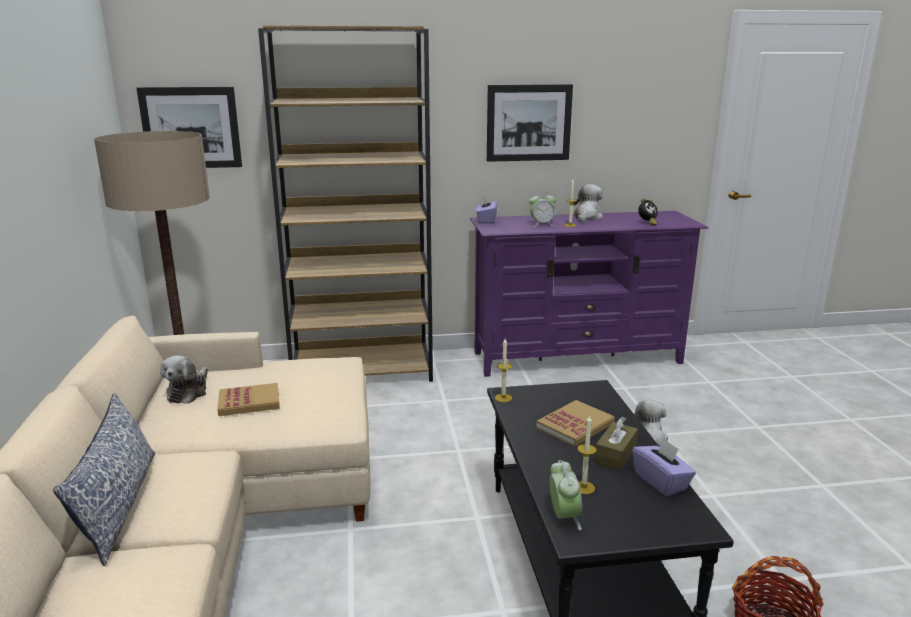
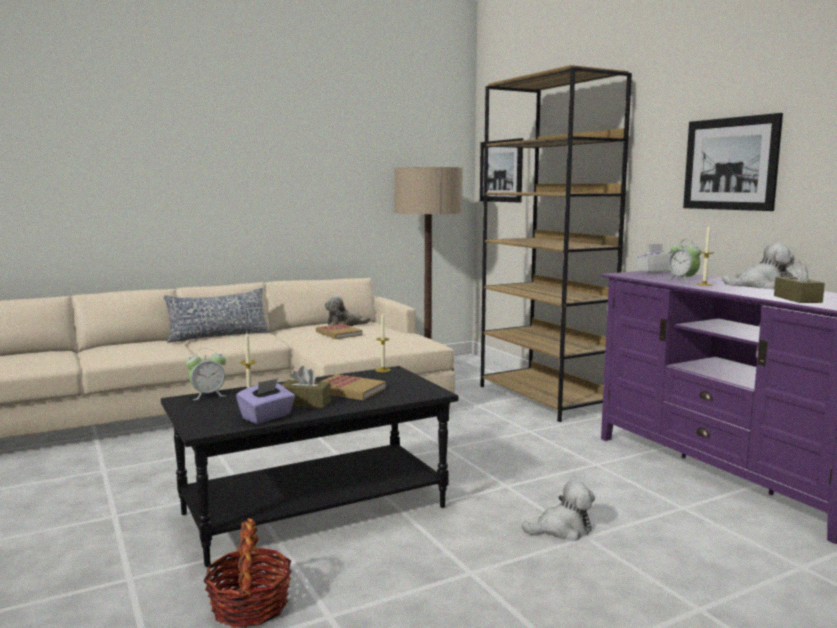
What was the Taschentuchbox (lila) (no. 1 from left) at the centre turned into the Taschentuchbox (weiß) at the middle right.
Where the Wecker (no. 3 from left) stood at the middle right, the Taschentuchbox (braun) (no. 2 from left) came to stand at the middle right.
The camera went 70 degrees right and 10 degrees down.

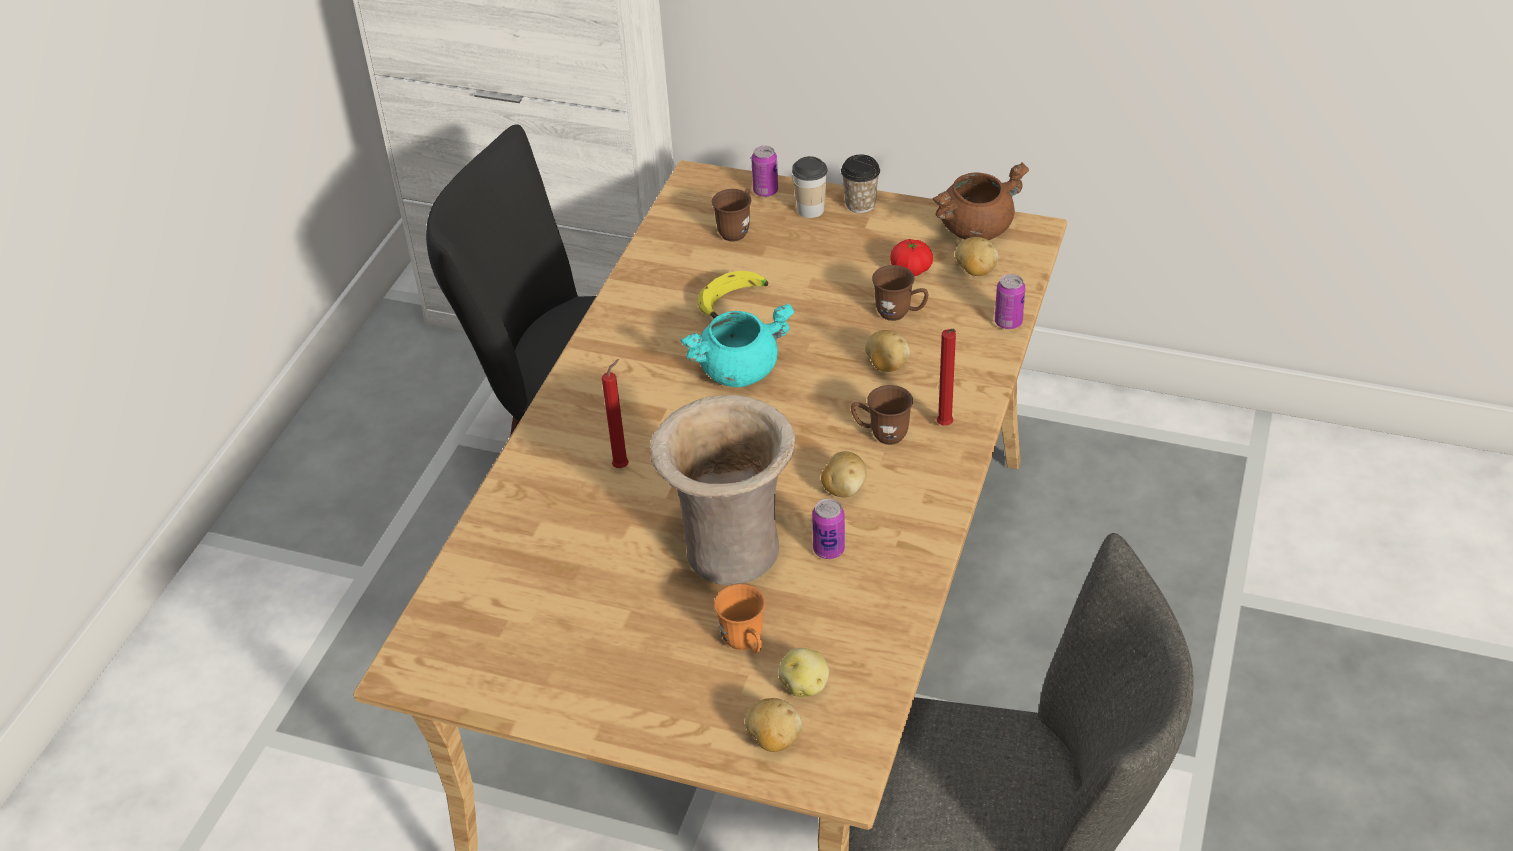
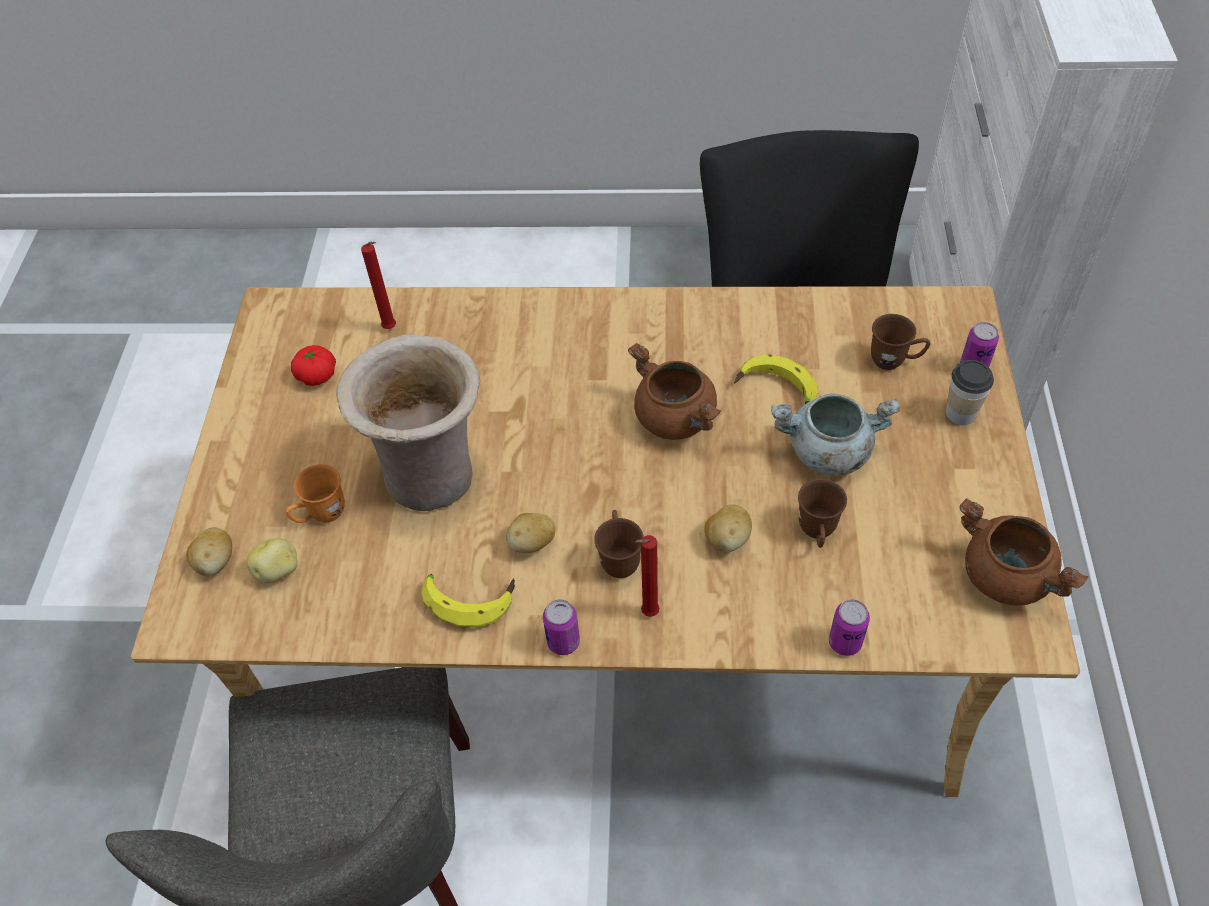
The Tomate ended up elsewhere, having gone from the top centre to the middle left.
The Kerze (rot) (no. 1 from left) ended up elsewhere, having gone from the centre to the top left.
The second view gained the Banane (no. 1 from left) at the centre.
The Dose (no. 2 from left in the first image) ended up elsewhere, having gone from the centre to the bottom centre.
What was the Kochtopf (türkis) at the centre turned into the Kochtopf (braun) (no. 1 from left) at the centre.
The second view gained the Kochtopf (grau) at the middle right.
The second view lost the Tasse (no. 2 from left) at the top centre.
The second view lost the Kartoffel (no. 5 from left) at the top centre.
The camera went 75 degrees right and 10 degrees up.

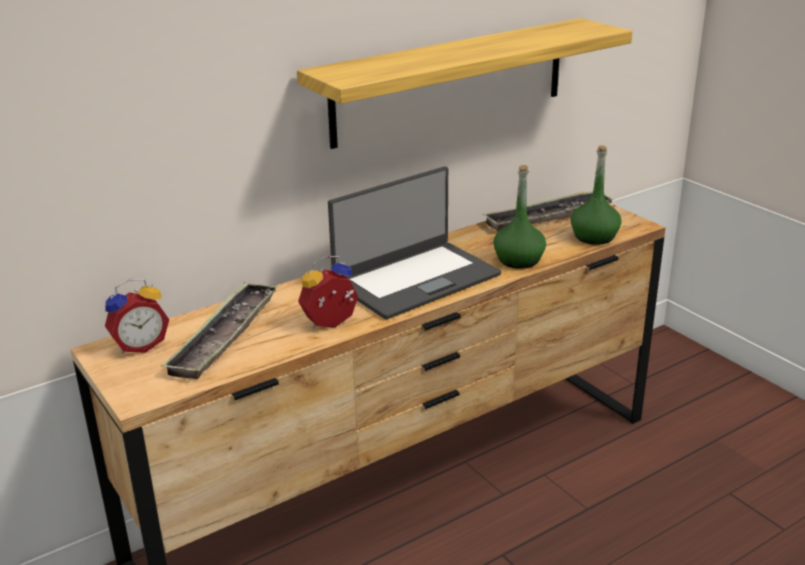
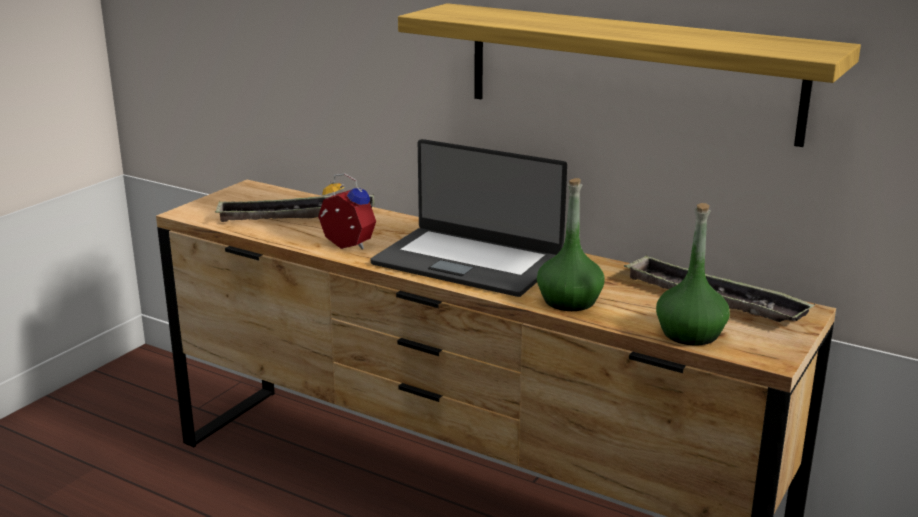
The second view lost the Wecker (no. 1 from left) at the middle left.
The camera went 65 degrees right and 5 degrees down.

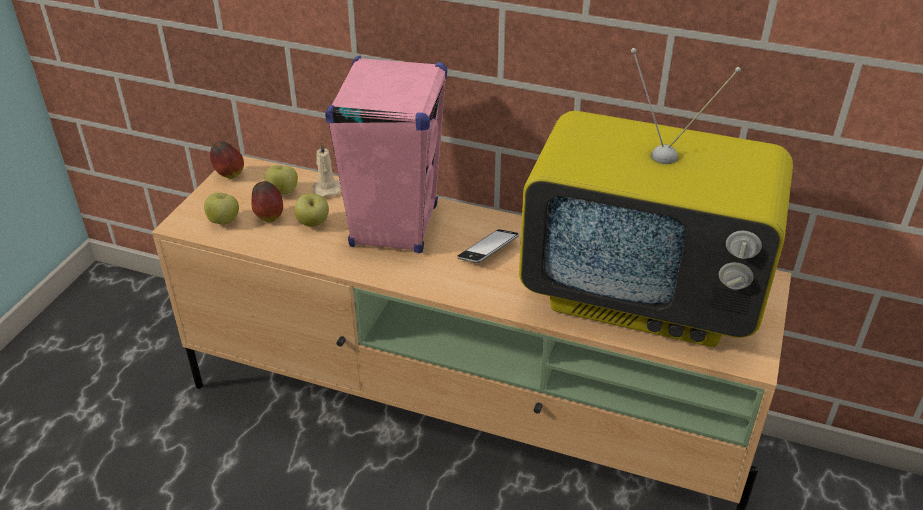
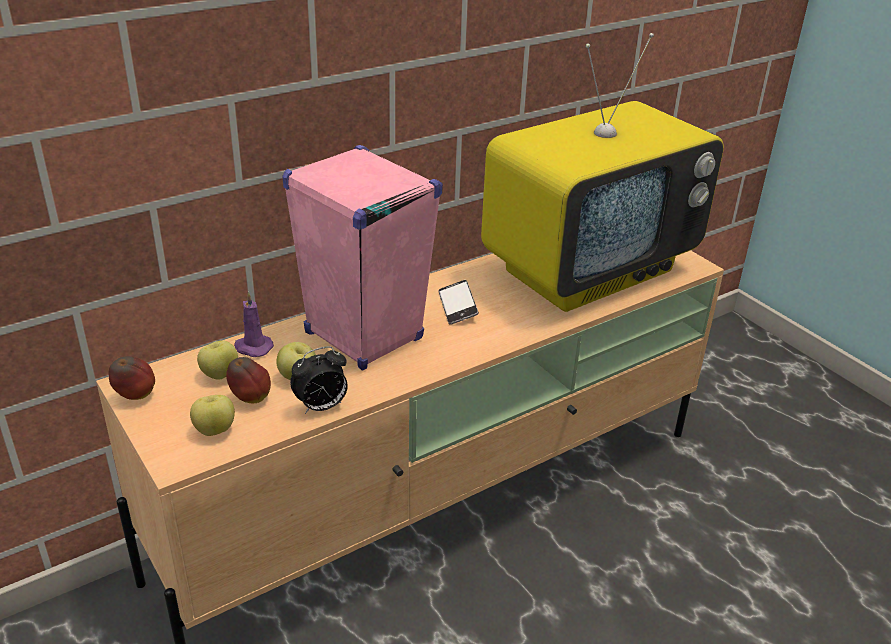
What was the Kerze (beige) at the top centre turned into the Kerze (lila) at the middle left.
The second view gained the Wecker at the centre.
The camera went 55 degrees left and 5 degrees down.

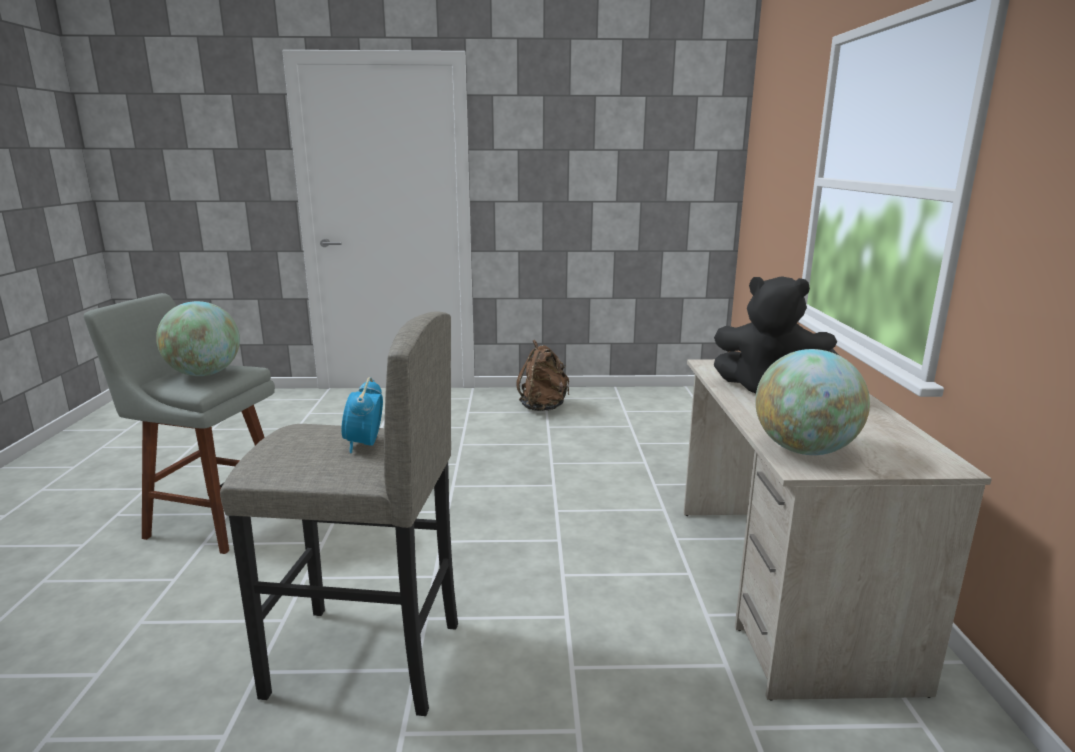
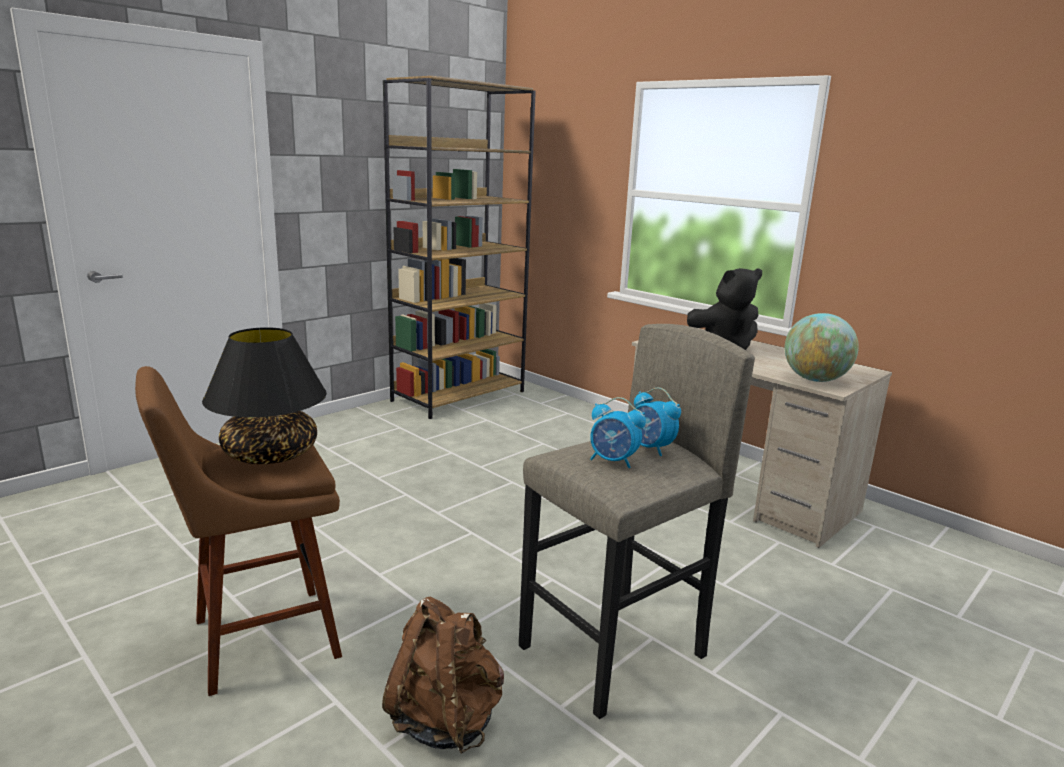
What was the Hocker (grau) (no. 1 from left) at the middle left turned into the Hocker (braun) at the bottom left.
Where the Globus (no. 1 from left) stood at the middle left, the Tischlampe (schwarz) came to stand at the middle left.
The Rucksack (braun) ended up elsewhere, having gone from the centre to the bottom centre.
The second view gained the Bücherregal (braun) at the top centre.
The second view gained the Wecker (no. 1 from left) at the centre.
The camera went 45 degrees left and 0 degrees up.

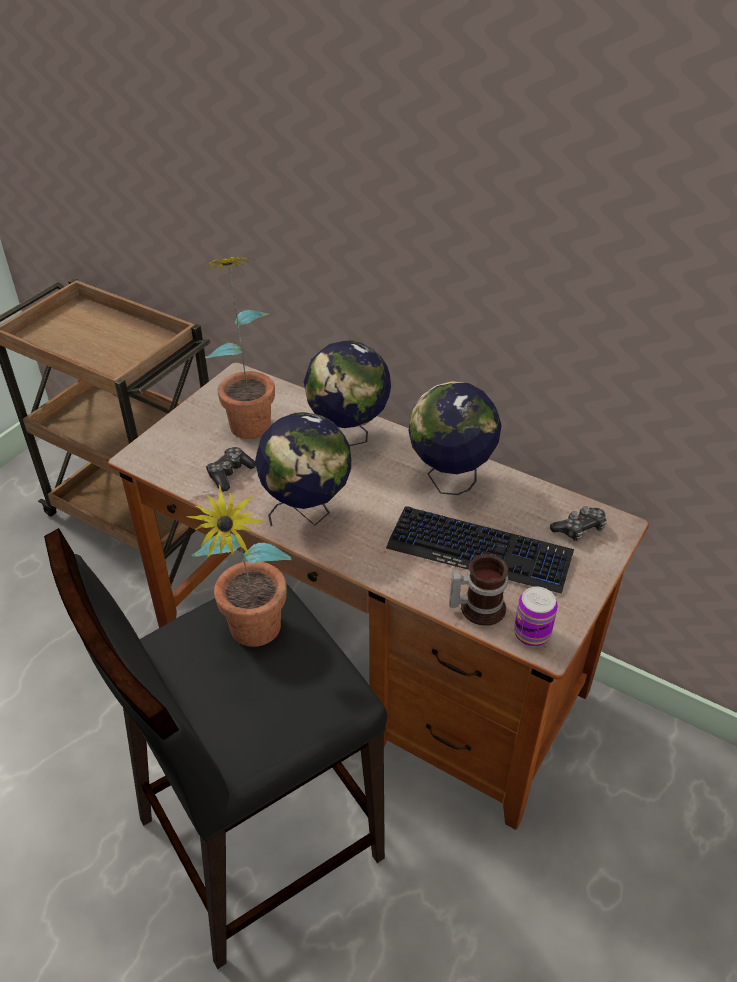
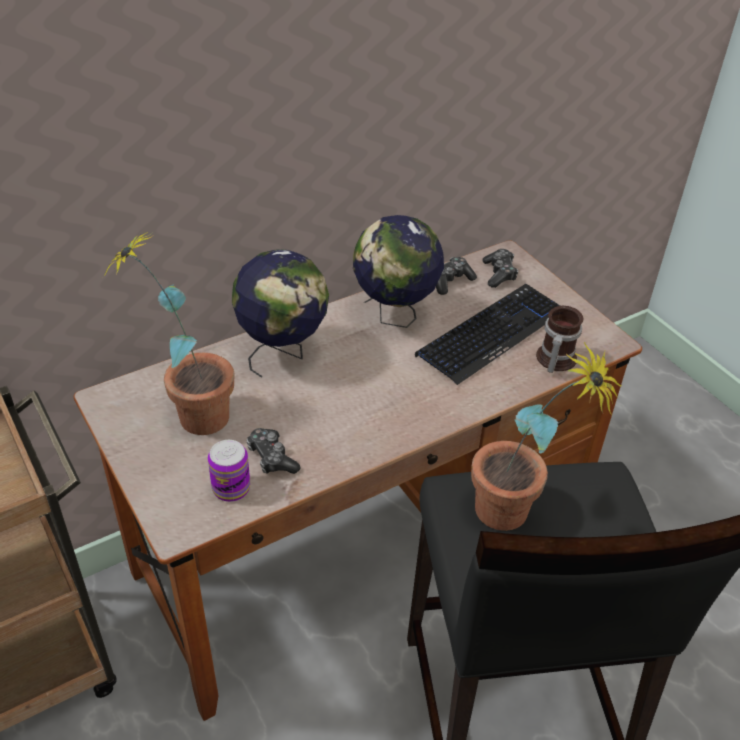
The Dose ended up elsewhere, having gone from the middle right to the middle left.
The second view gained the Gamepad (no. 2 from left) at the centre.
The second view lost the Globus (no. 1 from left) at the centre.
The camera went 65 degrees left and 0 degrees up.

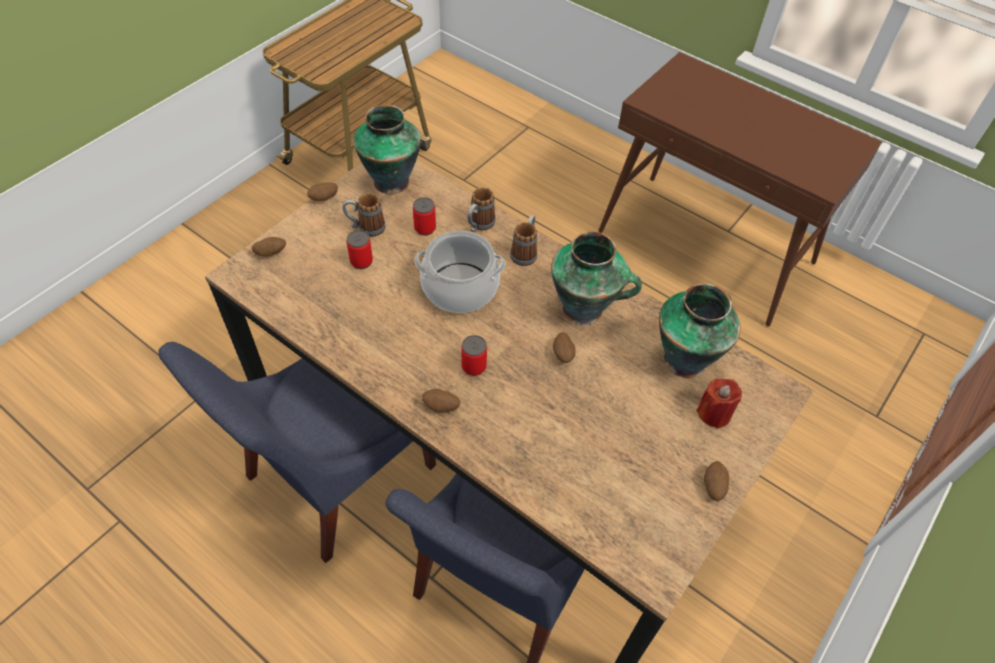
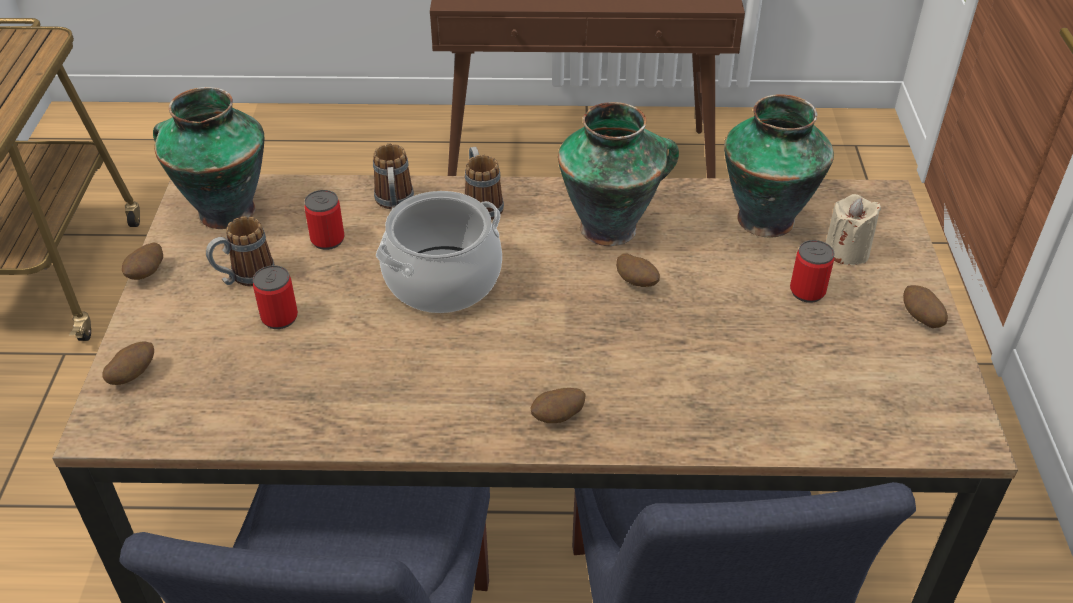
The Dose (no. 3 from left) ended up elsewhere, having gone from the centre to the middle right.
What was the Kerze (rot) at the middle right turned into the Kerze (beige) at the middle right.
The camera went 35 degrees left and 10 degrees down.

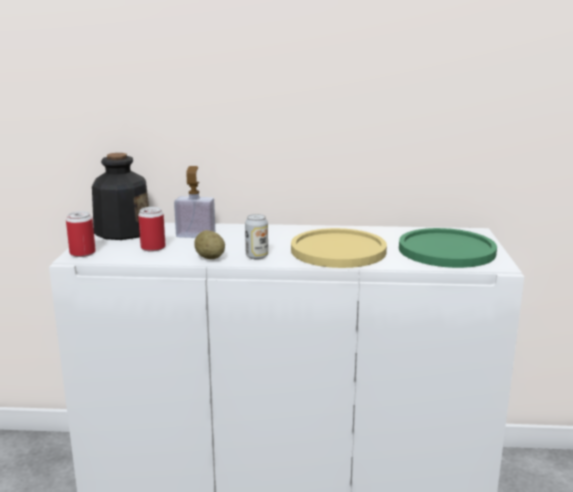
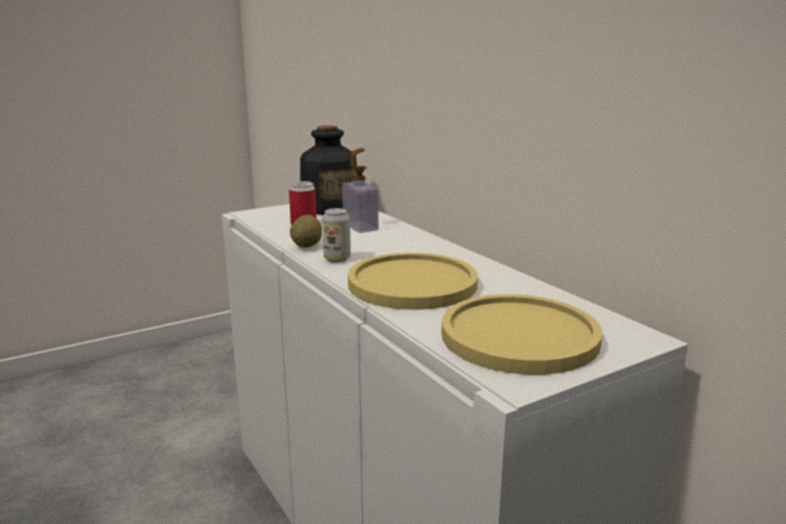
What was the Teller (grün) at the middle right turned into the Teller (gelb) (no. 2 from left) at the centre.
The second view lost the Dose (no. 1 from left) at the middle left.
The camera went 55 degrees right and 0 degrees up.

